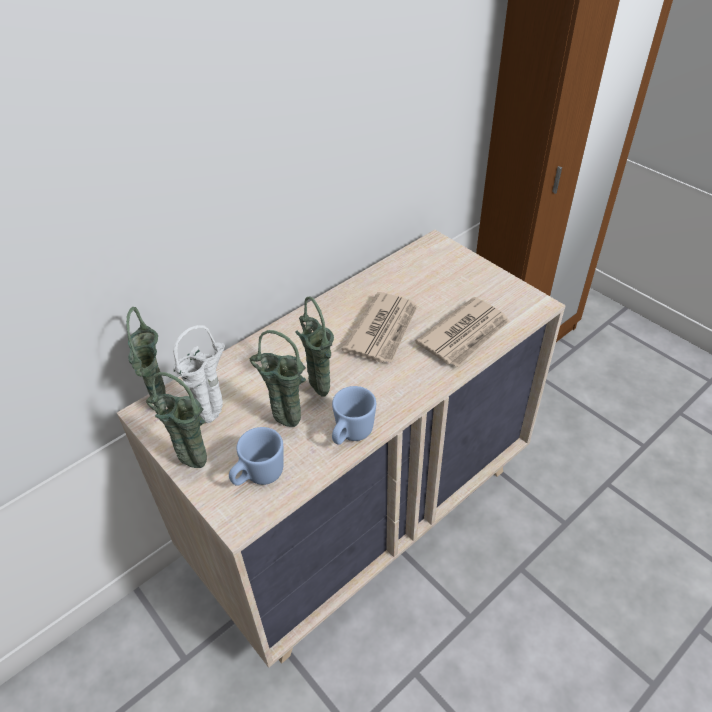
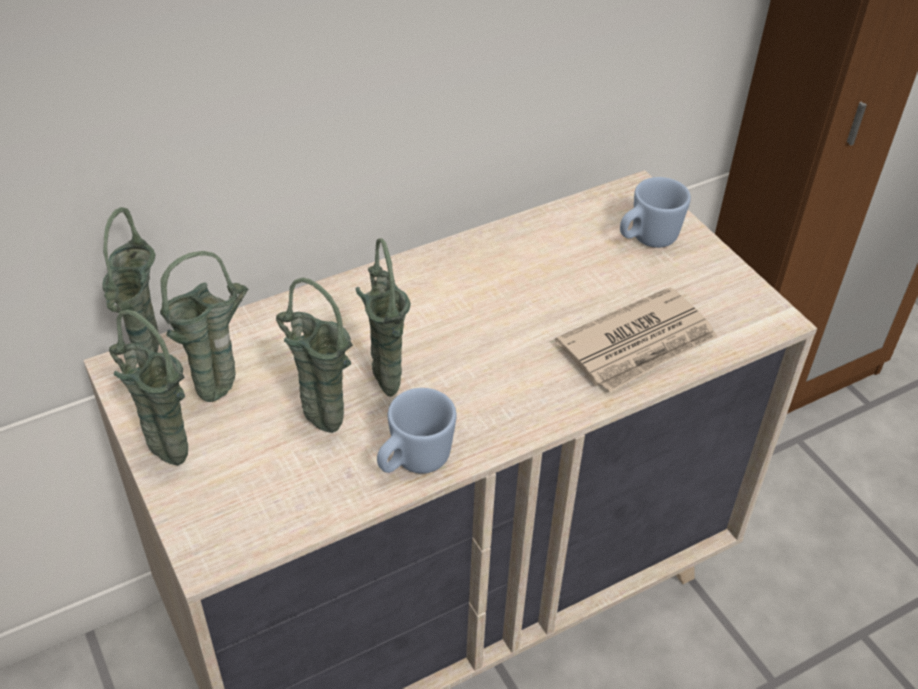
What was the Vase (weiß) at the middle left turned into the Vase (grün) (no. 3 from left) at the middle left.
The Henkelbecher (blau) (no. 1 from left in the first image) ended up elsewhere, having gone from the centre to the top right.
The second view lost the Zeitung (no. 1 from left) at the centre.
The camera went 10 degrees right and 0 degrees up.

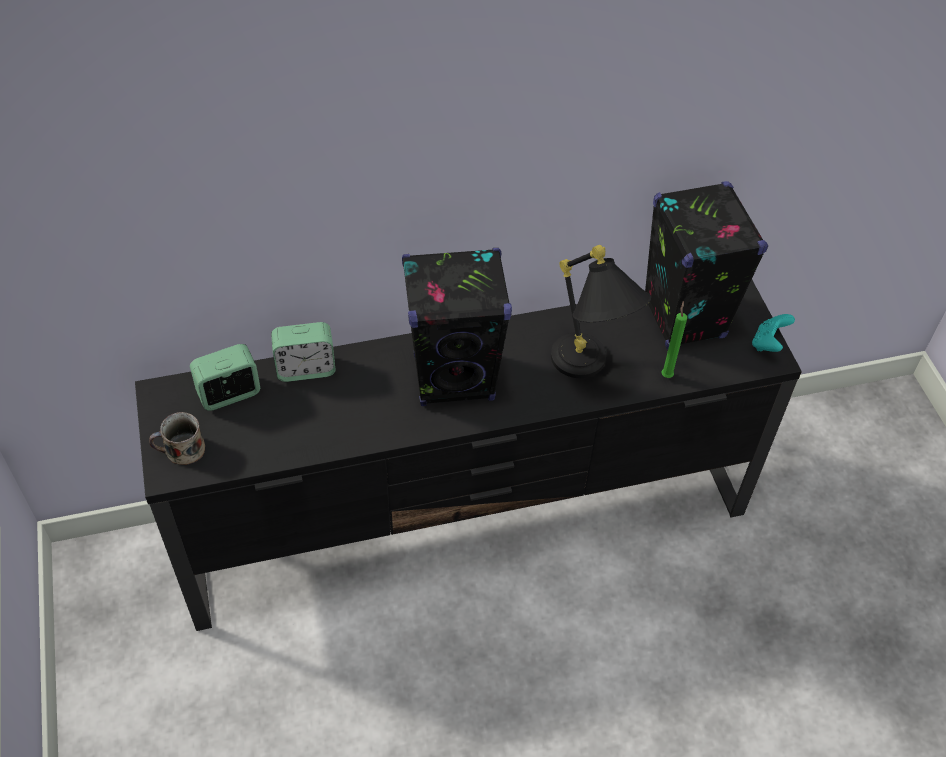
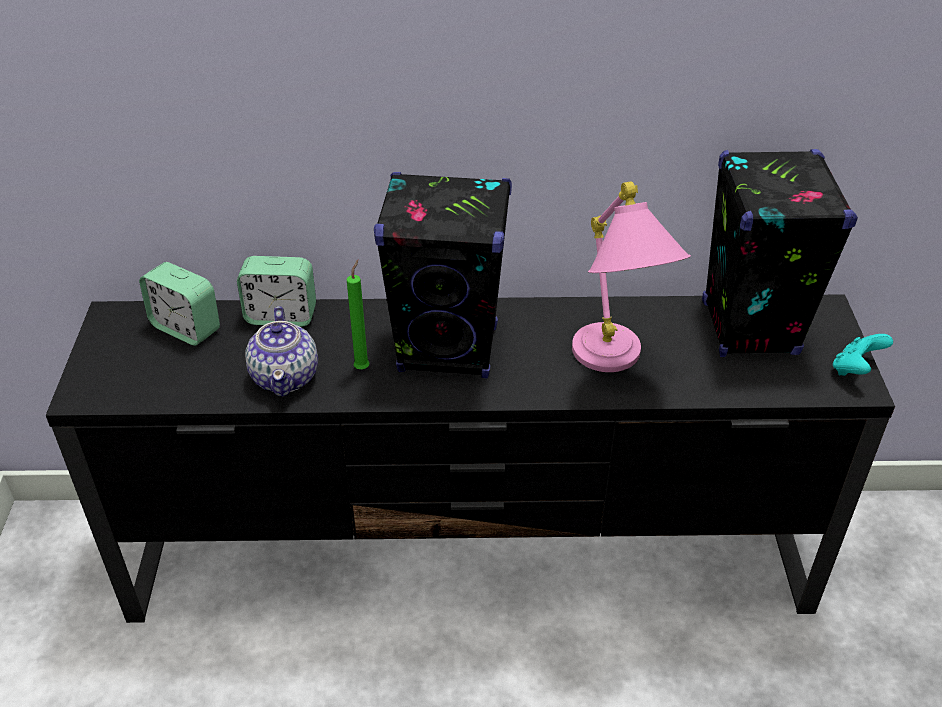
The Wecker (no. 1 from left) at the middle left ended up facing another way, 135 degrees counterclockwise from before.
The second view gained the Teekanne at the middle left.
The Kerze (grün) ended up elsewhere, having gone from the middle right to the centre.
What was the Tischlampe (schwarz) at the centre turned into the Tischlampe (rosa) at the middle right.
The second view lost the Henkelbecher at the middle left.
The camera went 15 degrees right and 10 degrees down.

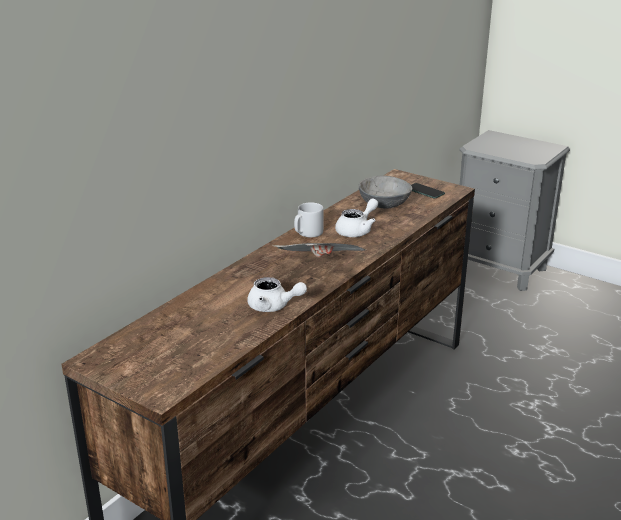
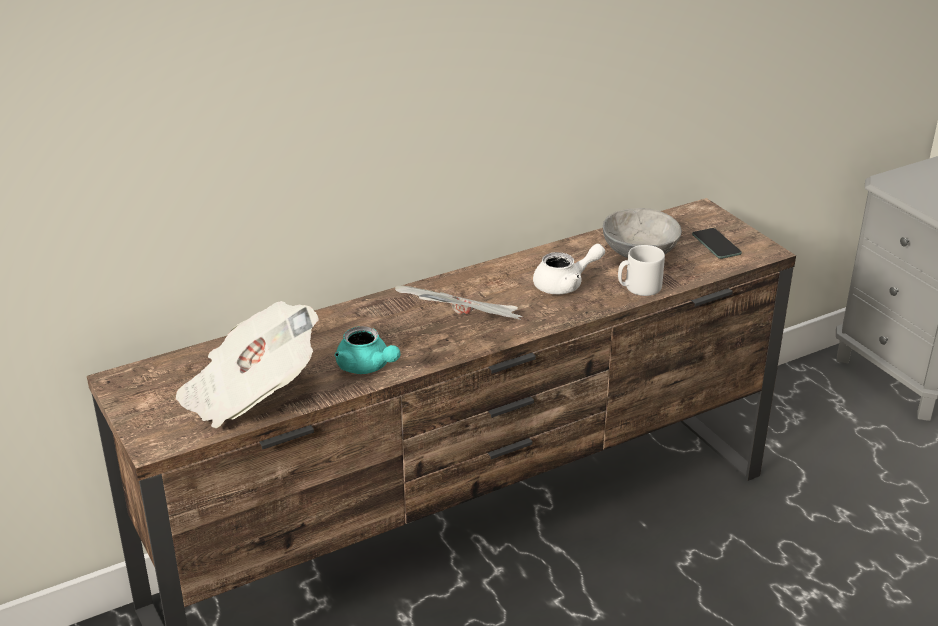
The second view gained the Zeitung (no. 1 from left) at the middle left.
What was the Teekanne (weiß) (no. 1 from left) at the centre turned into the Teekanne (türkis) at the centre.
The Henkelbecher (grau) ended up elsewhere, having gone from the centre to the middle right.
The camera went 25 degrees right and 5 degrees up.

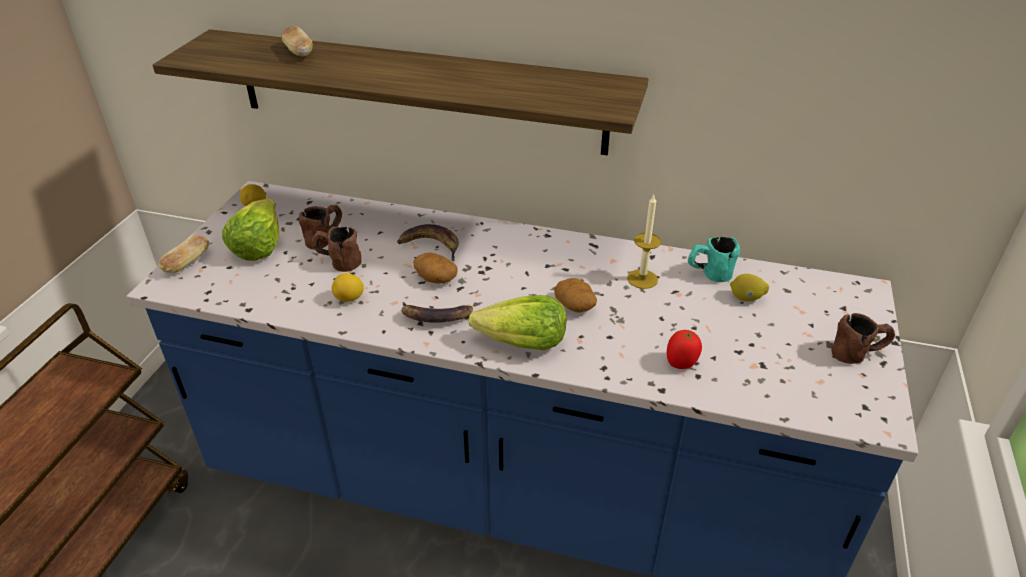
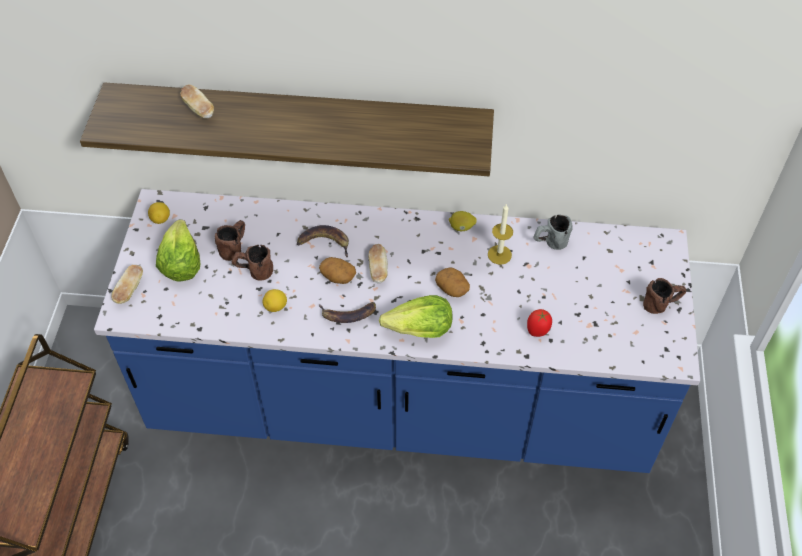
The second view gained the Brot (no. 3 from left) at the centre.
The Zitrone (no. 3 from left) ended up elsewhere, having gone from the middle right to the centre.
What was the Henkelbecher (türkis) at the middle right turned into the Henkelbecher (grau) at the middle right.
The camera went 10 degrees left and 15 degrees up.

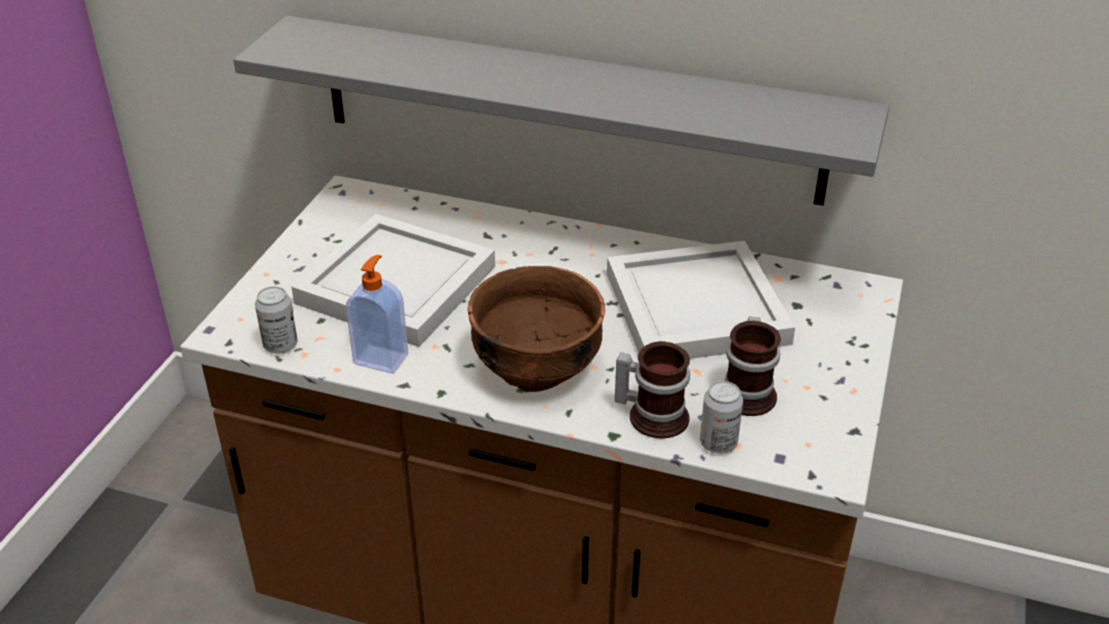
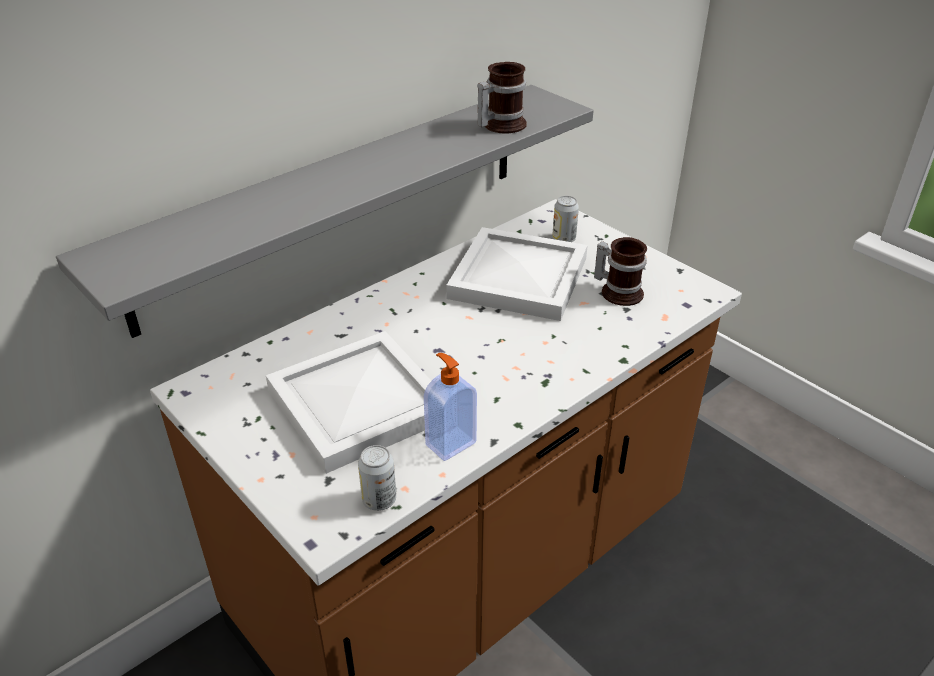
The Henkelbecher (no. 1 from left) ended up elsewhere, having gone from the centre to the top centre.
The Dose (no. 2 from left) ended up elsewhere, having gone from the bottom centre to the top centre.
The second view lost the Schüssel (braun) at the centre.
The camera went 60 degrees left and 0 degrees up.

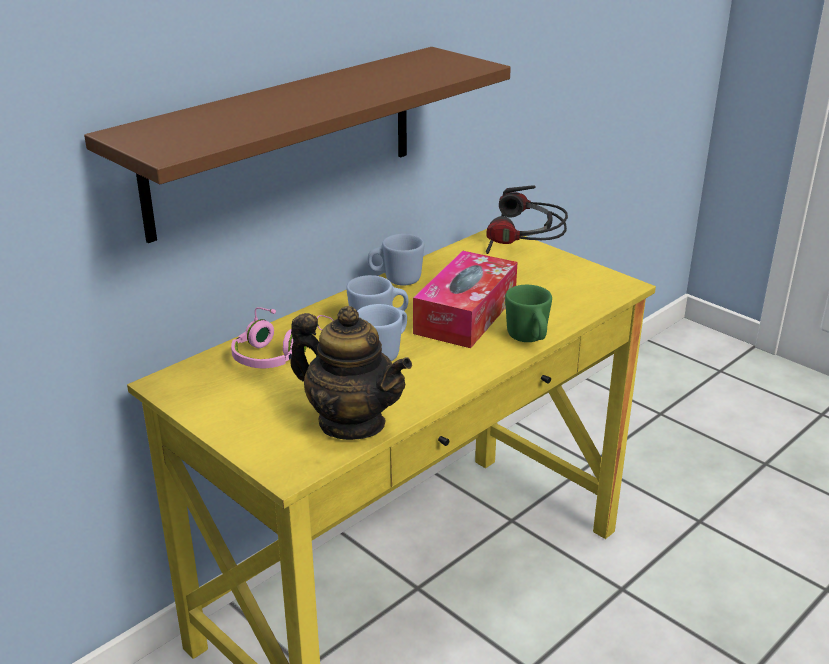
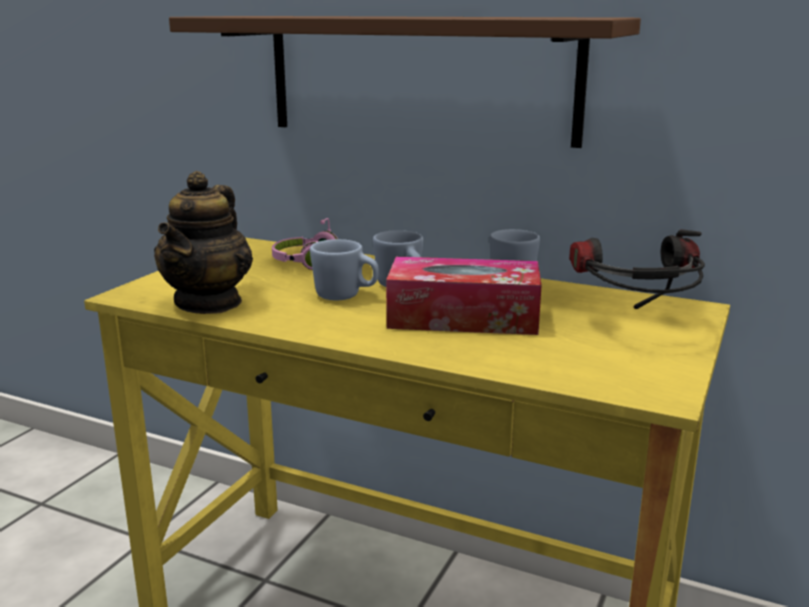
The second view lost the Henkelbecher (grün) at the centre.
The camera went 70 degrees right and 10 degrees down.

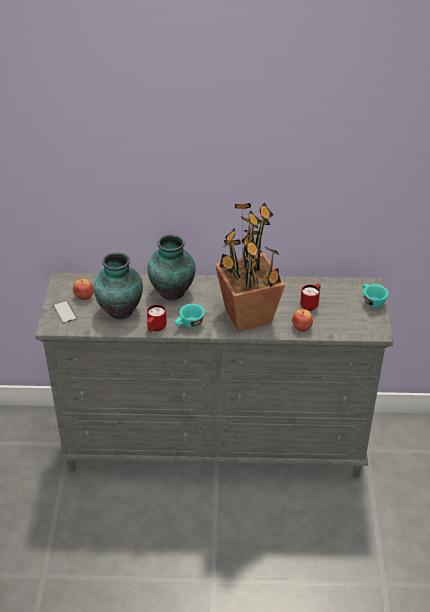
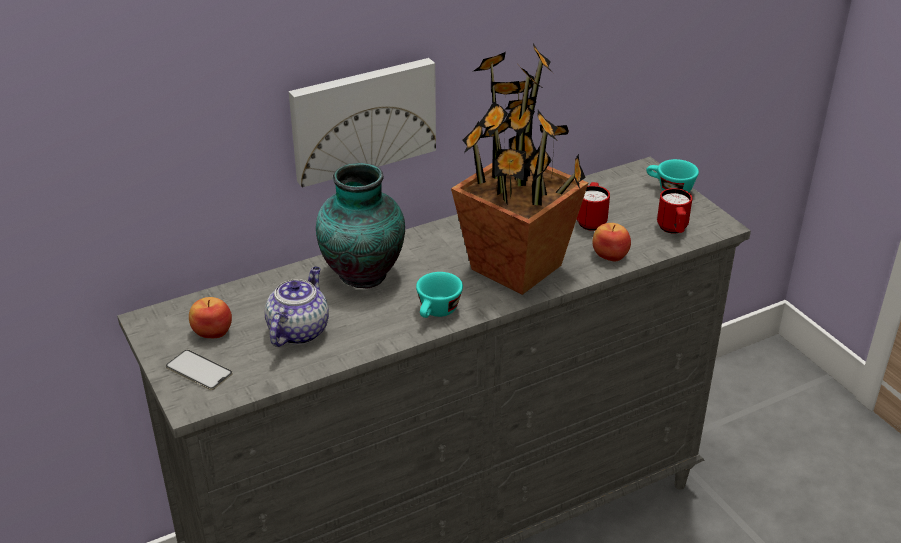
Where the Vase (no. 1 from left) stood at the middle left, the Teekanne came to stand at the middle left.
The second view gained the Bild at the top centre.
The Henkelbecher (rot) (no. 1 from left in the first image) ended up elsewhere, having gone from the centre to the middle right.
The camera went 30 degrees left and 5 degrees down.

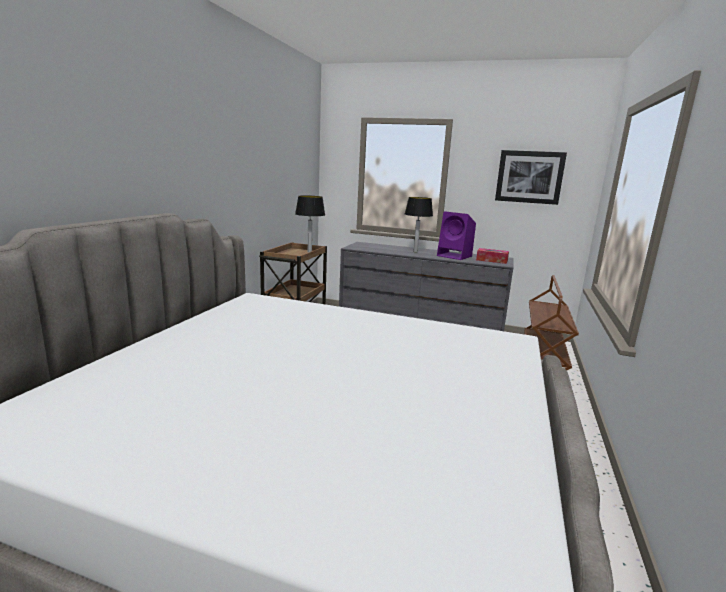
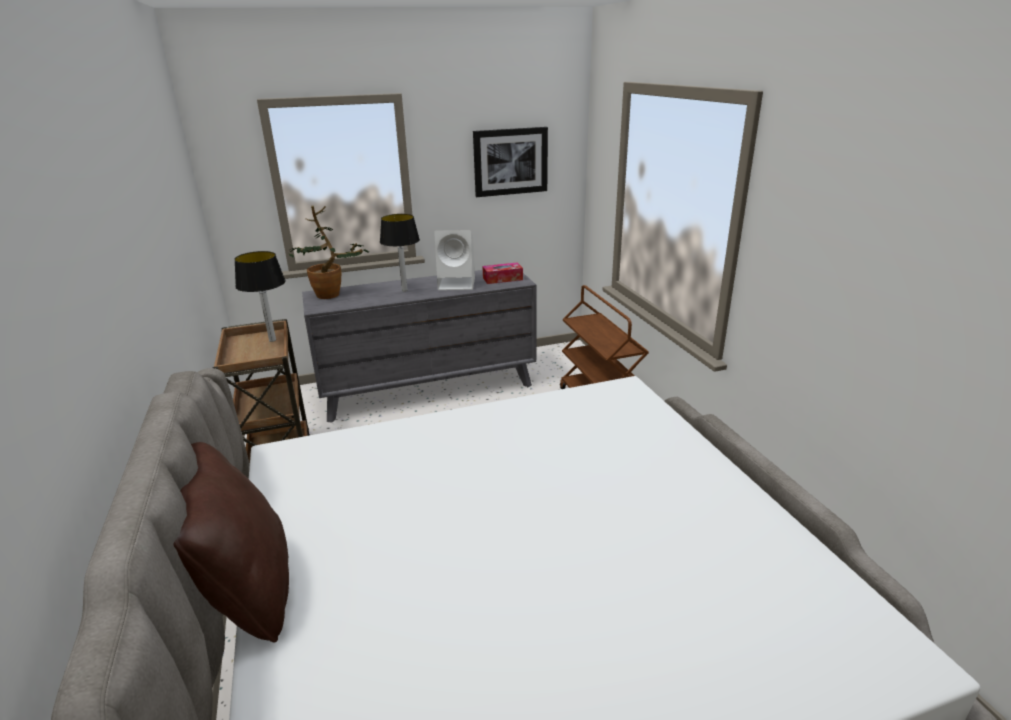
The second view gained the Kissen (braun) at the bottom left.
The second view gained the Topfpflanze at the middle left.
What was the Lautsprecher (lila) at the centre turned into the Lautsprecher (weiß) at the centre.
The camera went 35 degrees left and 10 degrees up.

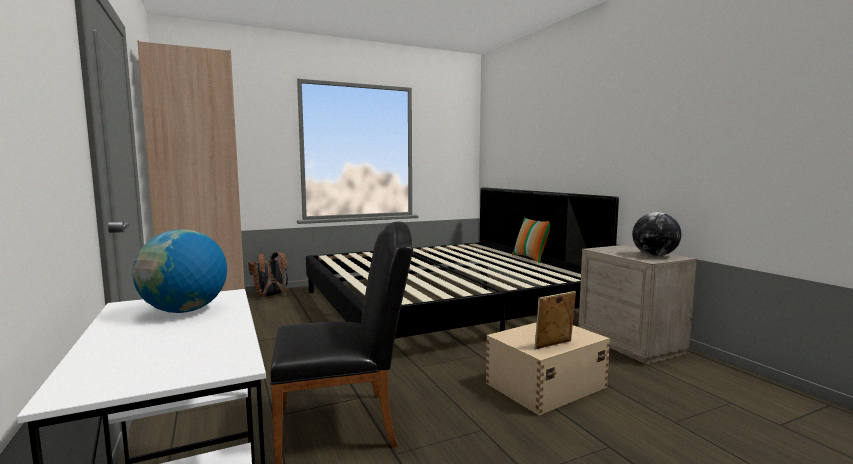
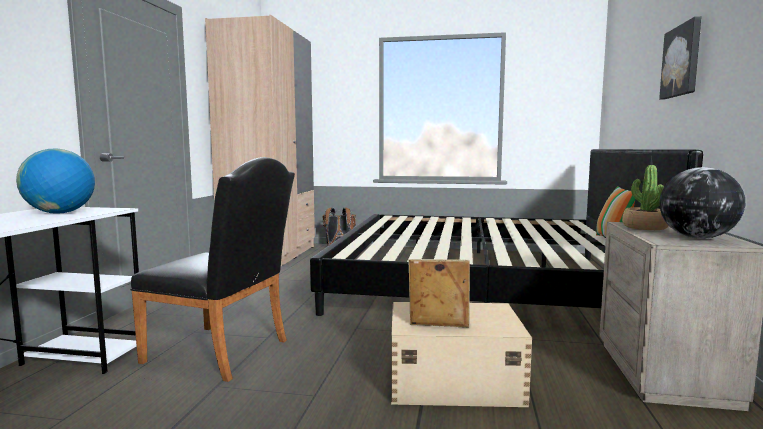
The second view gained the Topfpflanze at the middle right.
The second view gained the Bild at the top right.
The camera went 35 degrees right and 0 degrees up.

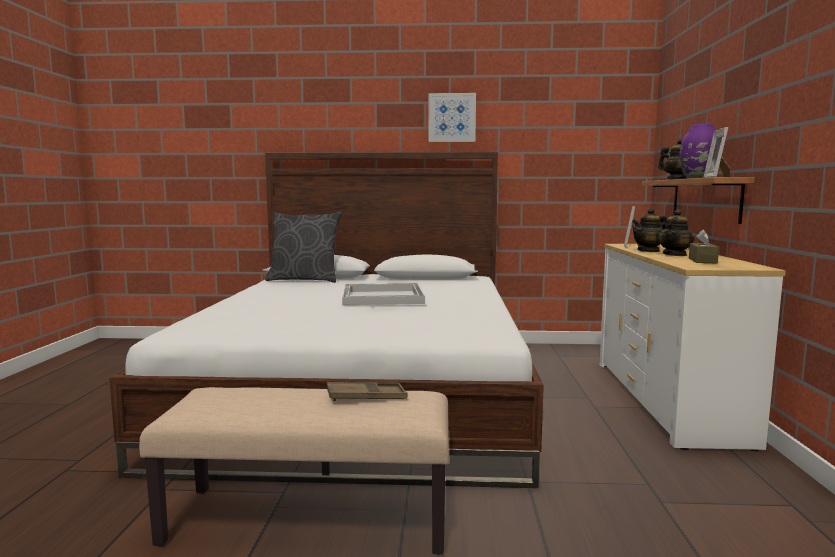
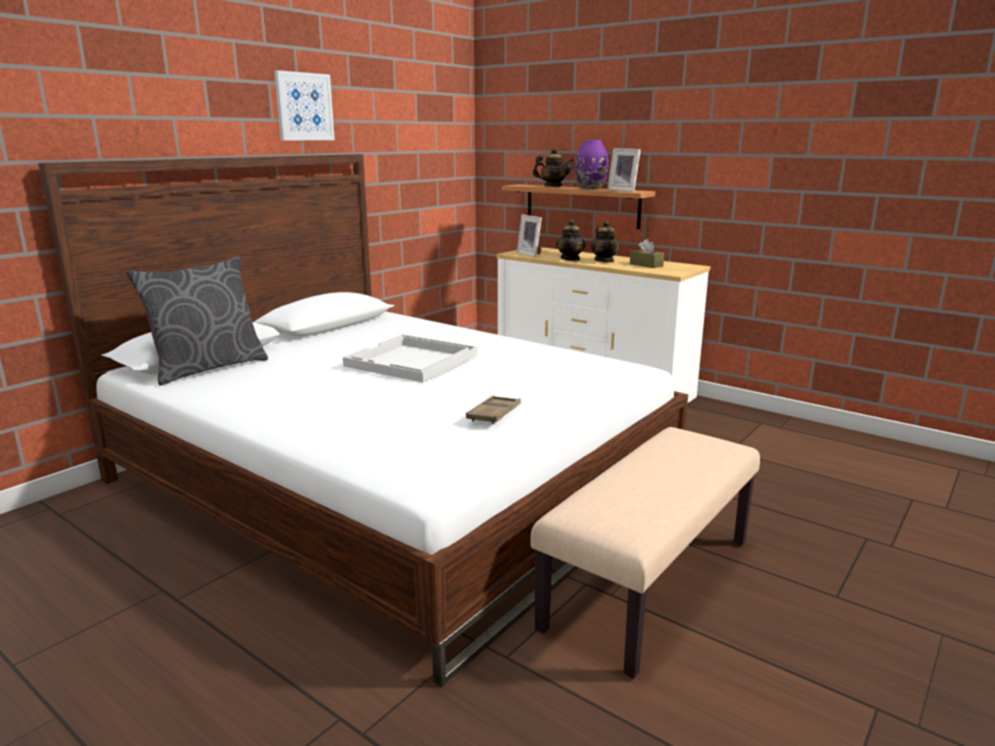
The Tablett (braun) ended up elsewhere, having gone from the bottom centre to the centre.
The camera went 55 degrees left and 10 degrees up.

